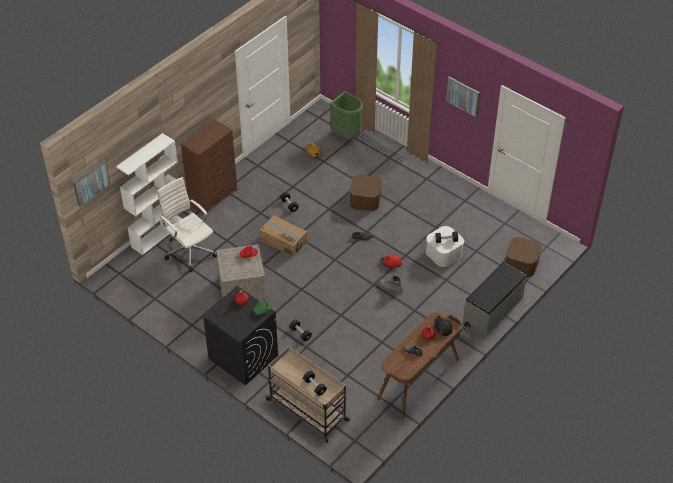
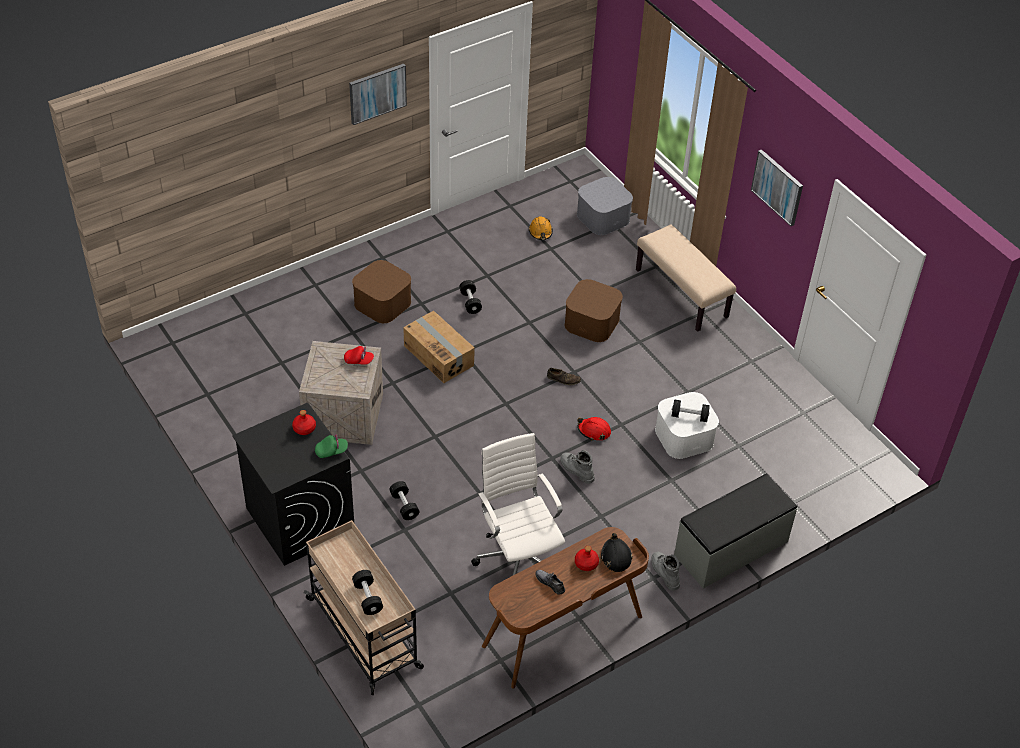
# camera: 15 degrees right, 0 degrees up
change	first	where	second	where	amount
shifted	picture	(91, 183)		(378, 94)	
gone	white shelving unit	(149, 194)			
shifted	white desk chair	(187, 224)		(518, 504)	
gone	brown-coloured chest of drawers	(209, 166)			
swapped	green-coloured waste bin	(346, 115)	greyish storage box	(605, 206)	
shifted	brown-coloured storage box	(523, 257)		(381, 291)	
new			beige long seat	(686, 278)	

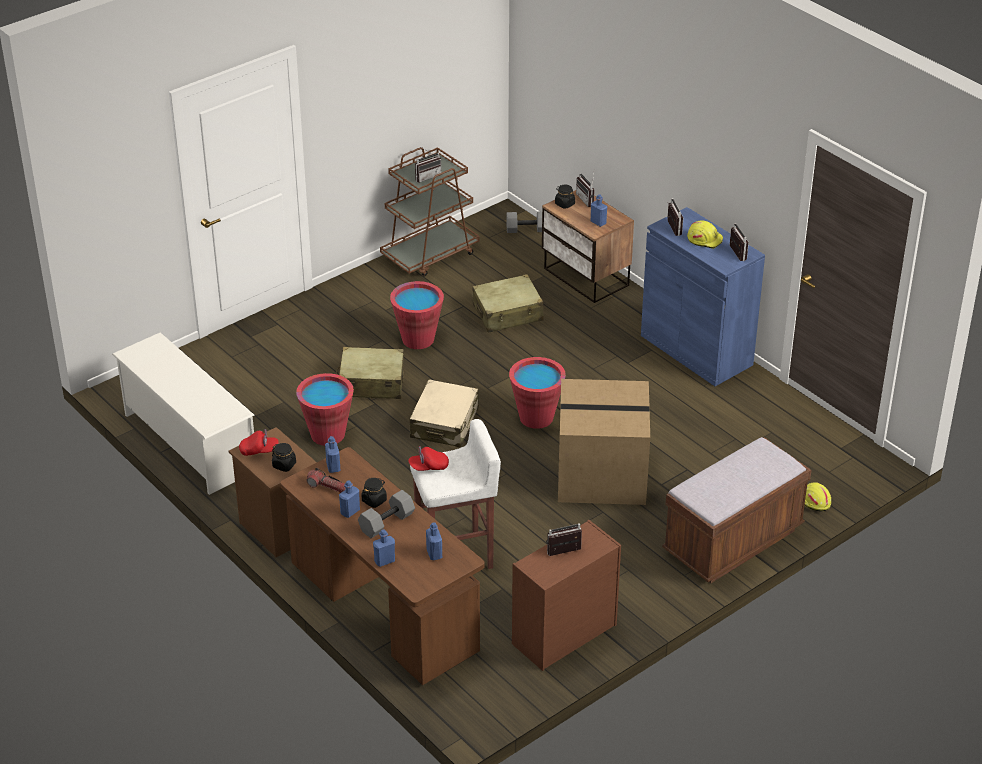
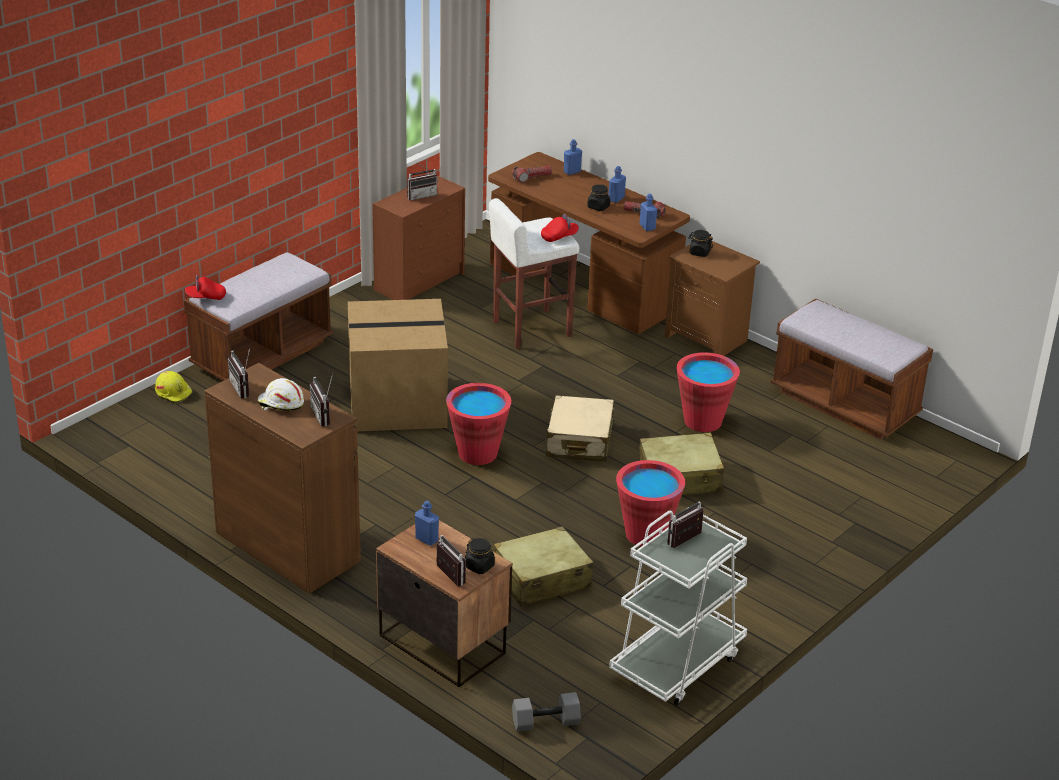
# camera: 170 degrees right, 5 degrees down
change	first	where	second	where	amount
swapped	white shoe rack	(183, 413)	brown-coloured long seat	(852, 369)	
shifted	red peaked cap	(259, 442)		(205, 287)	
gone	greyish hand weight	(386, 514)			
repainted	brown-coloured wheeled cart	(430, 211)	white wheeled cart	(678, 606)	
swapped	blue-coloured drink bottle	(434, 541)	torch	(532, 174)	
repainted	blue-coloured cabinet	(703, 296)	brown-coloured cabinet	(283, 478)	
repainted	yellow-coloured hard hat	(705, 234)	white hard hat	(280, 394)	

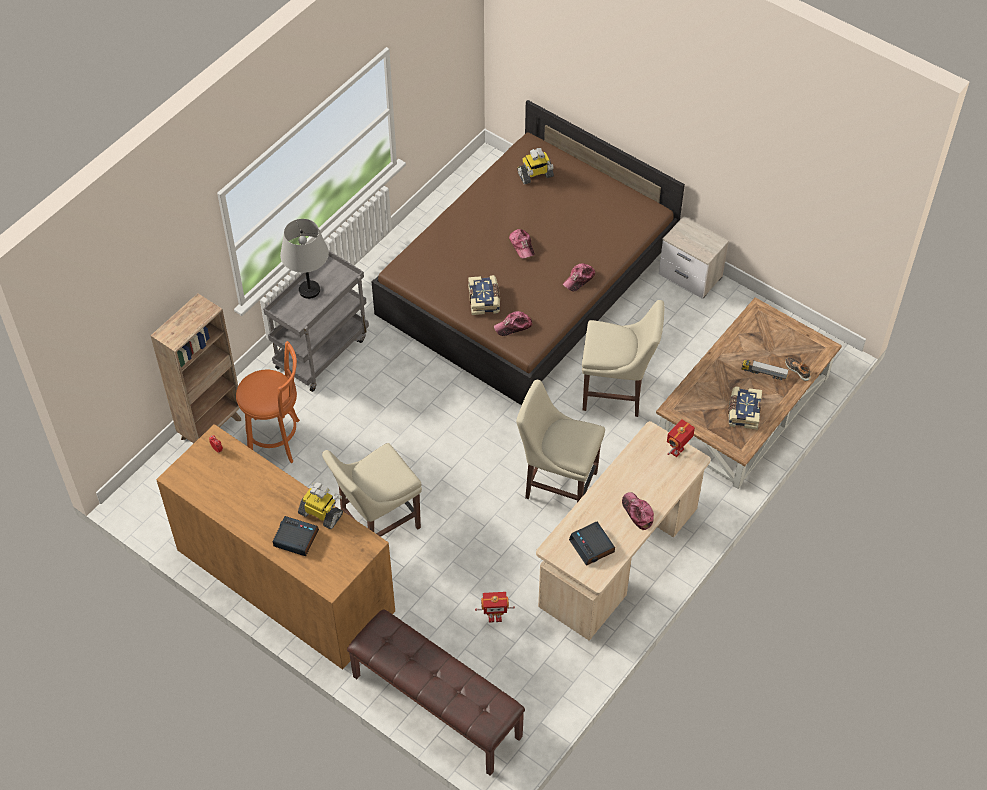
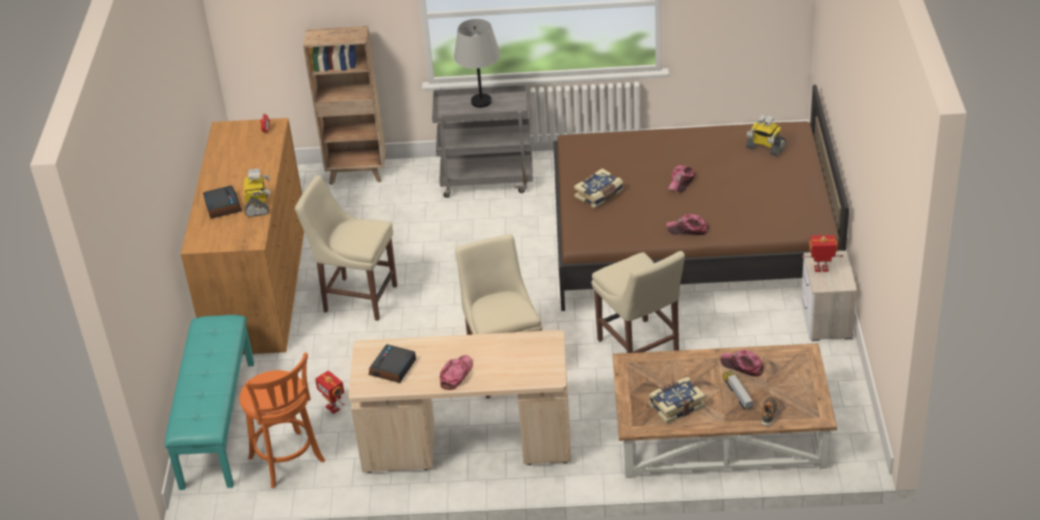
# camera: 55 degrees right, 15 degrees down
change	first	where	second	where	amount
shifted	orange-coloured sitting stool	(268, 402)		(282, 420)	
repainted	brown-coloured long seat	(436, 692)	blue-green long seat	(209, 402)	
shifted	peaked cap	(513, 323)		(742, 363)	
shifted	toy robot	(681, 438)		(822, 253)	

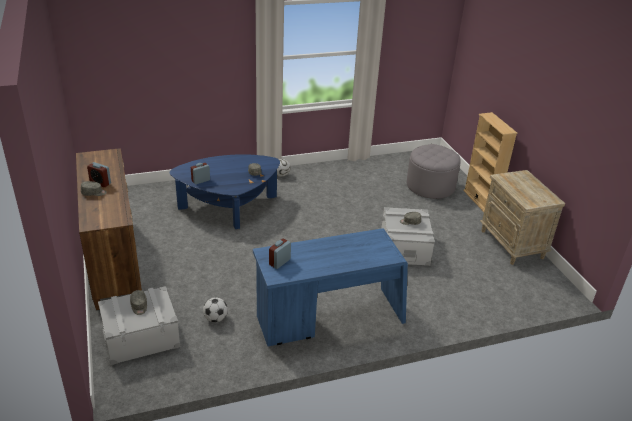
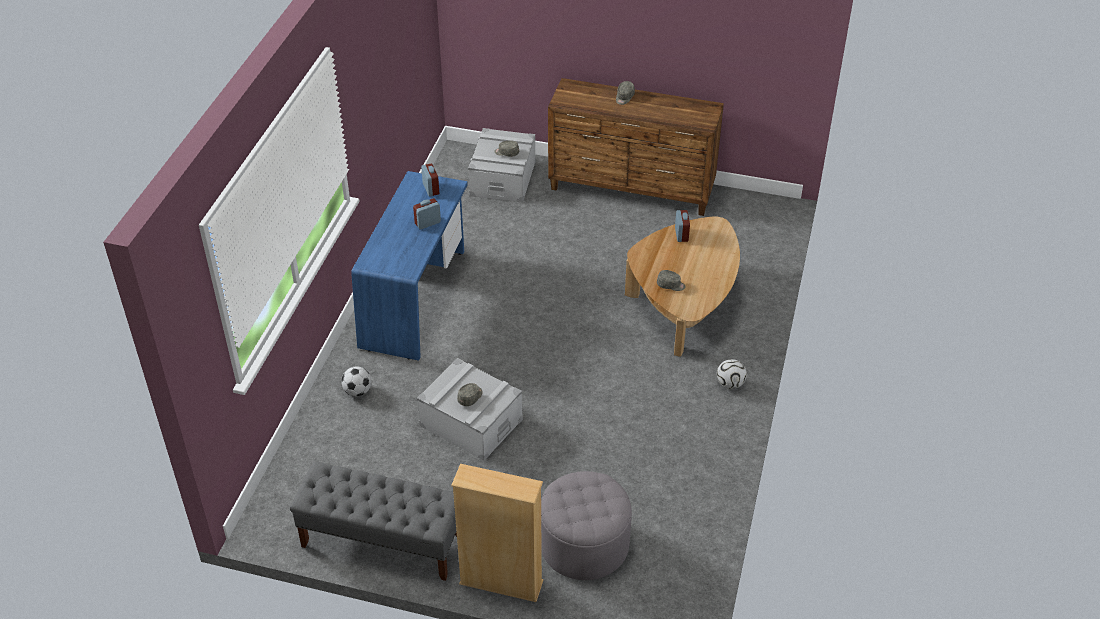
# camera: 125 degrees right, 10 degrees up
change	first	where	second	where	amount
shifted	alarm clock	(99, 174)		(427, 213)	
repainted	blue-coloured coffee table	(225, 191)	brown-coloured coffee table	(682, 287)	
shifted	football ball	(215, 310)		(356, 381)	
swapped	beige night table	(522, 217)	greyish long seat	(373, 521)	

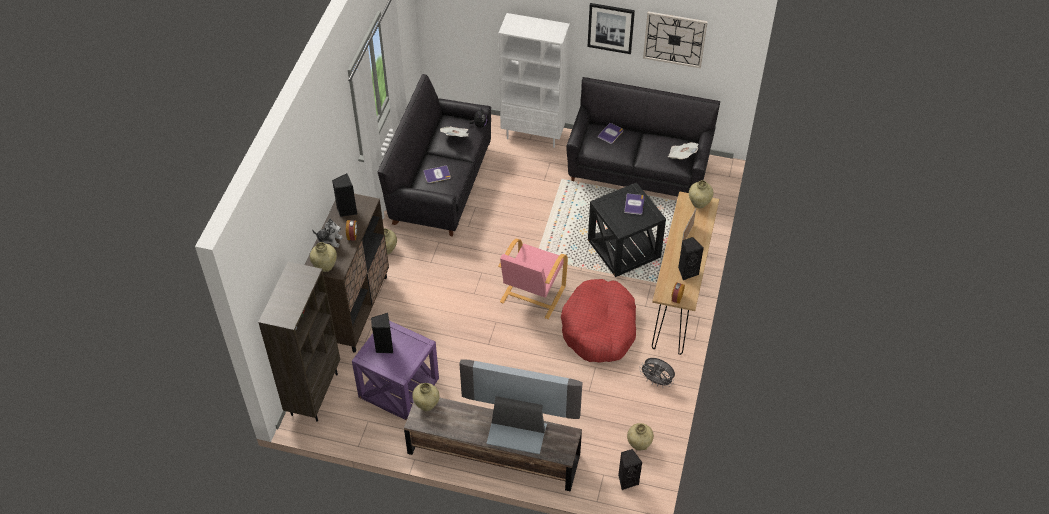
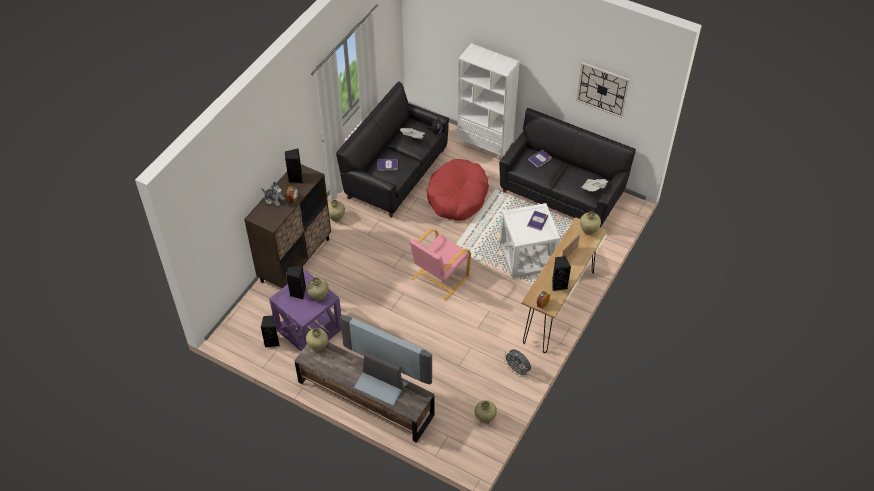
# camera: 15 degrees right, 0 degrees up
change	first	where	second	where	amount
gone	brown-coloured shelving unit	(299, 342)			
shifted	beige flower vase	(323, 257)		(318, 289)	
shifted	red dog cushion	(598, 321)		(457, 190)	
gone	picture	(611, 28)			
repainted	blackish side table	(627, 229)	white side table	(530, 240)	
shifted	blackish speaker	(630, 469)		(270, 331)	

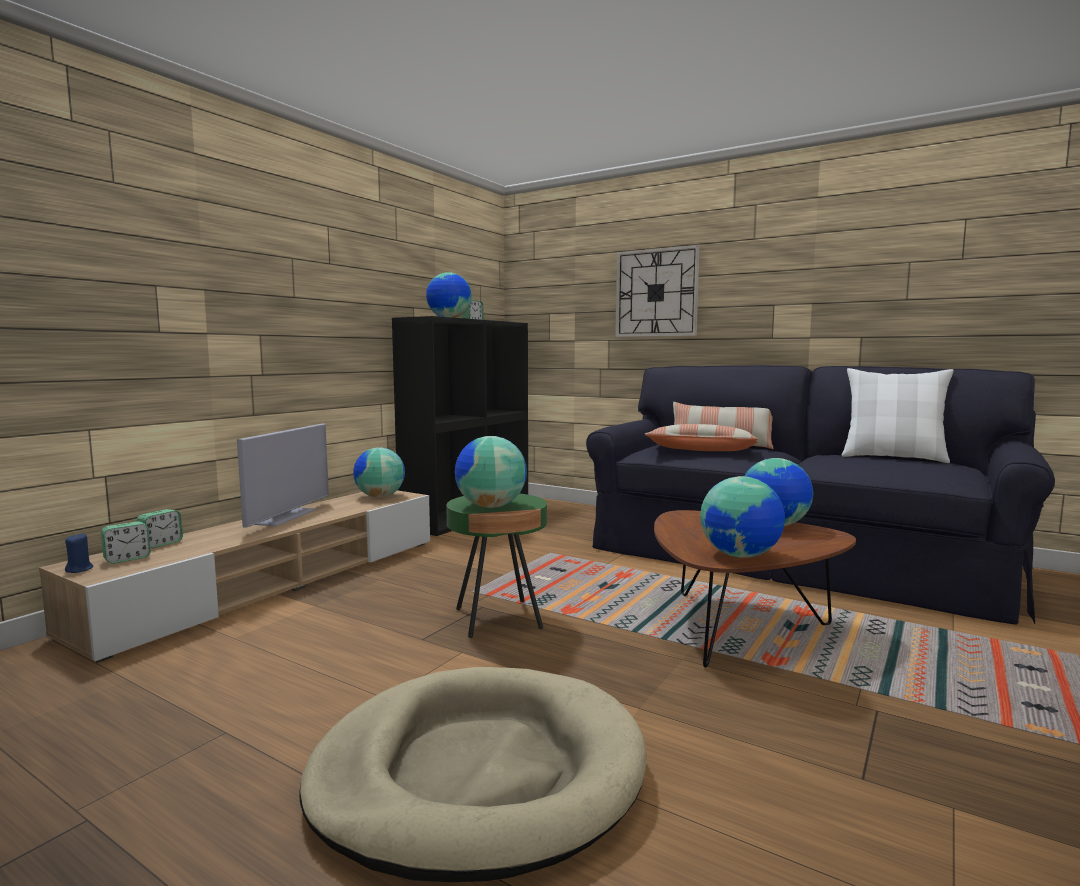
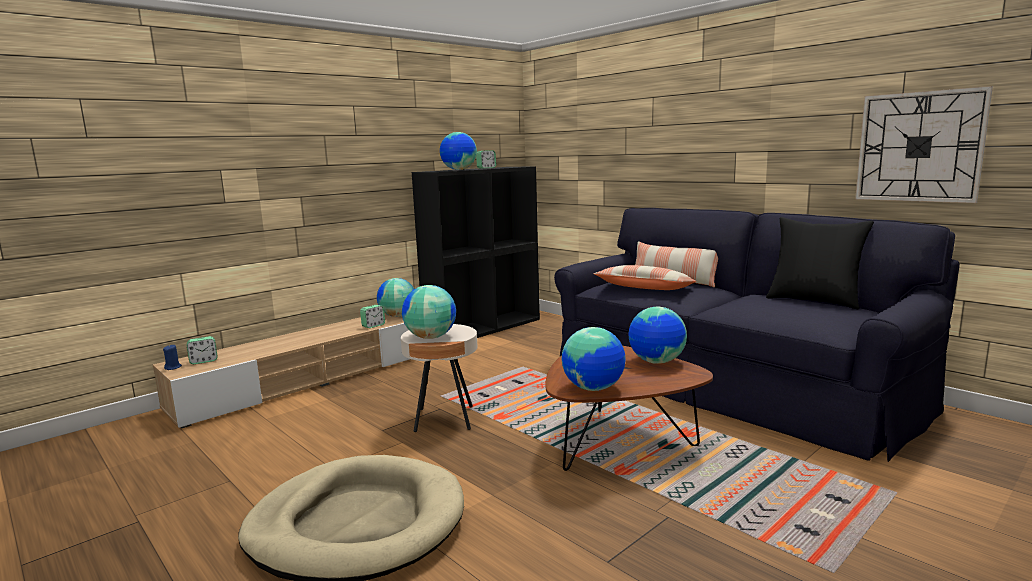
# camera: 15 degrees right, 5 degrees up
change	first	where	second	where	amount
shifted	alarm clock	(160, 528)		(372, 316)	
gone	TV	(283, 476)			
repainted	green-coloured side table	(496, 566)	beige side table	(439, 378)	
shifted	clock on the wall	(657, 291)		(924, 144)	
repainted	white throw pillow	(897, 415)	blackish throw pillow	(820, 263)	

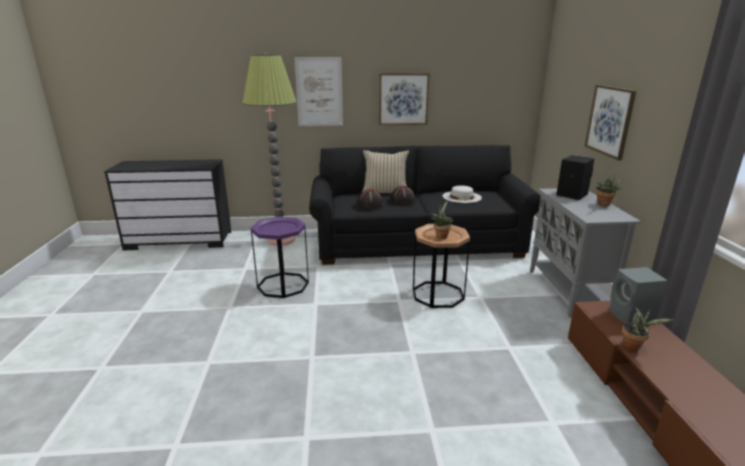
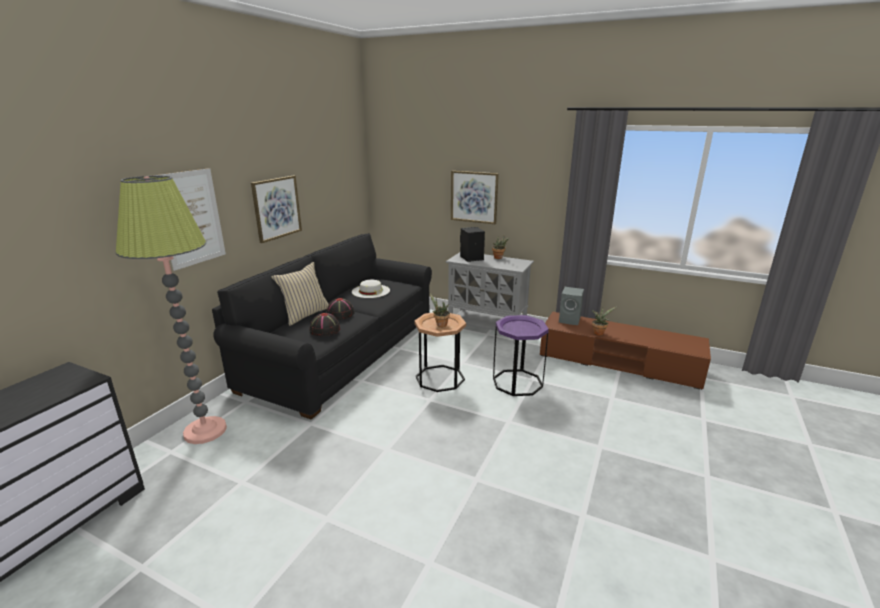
# camera: 60 degrees left, 0 degrees up
change	first	where	second	where	amount
shifted	purple-coloured side table	(280, 257)		(521, 355)	

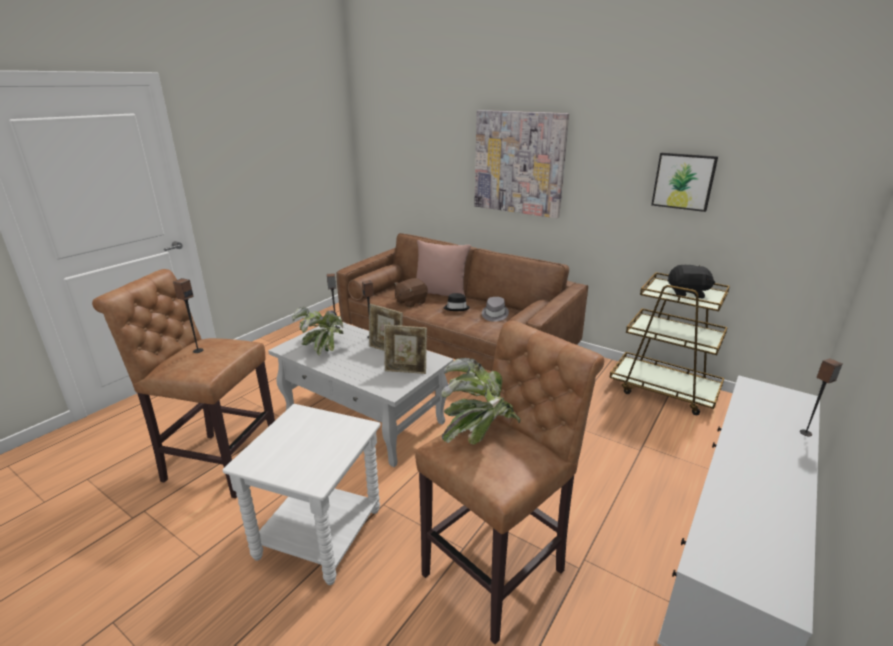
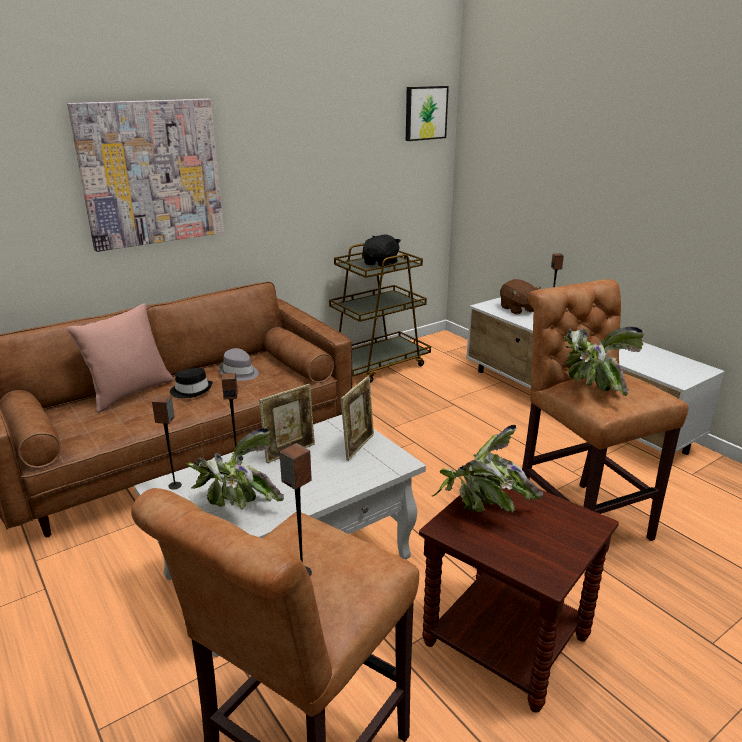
# camera: 70 degrees left, 0 degrees up
change	first	where	second	where	amount
repainted	white side table	(302, 494)	brown-coloured side table	(519, 600)	
shifted	brown-coloured soft toy	(411, 293)		(520, 296)	
shifted	picture	(684, 182)		(427, 113)	
new			potted plant	(487, 468)	

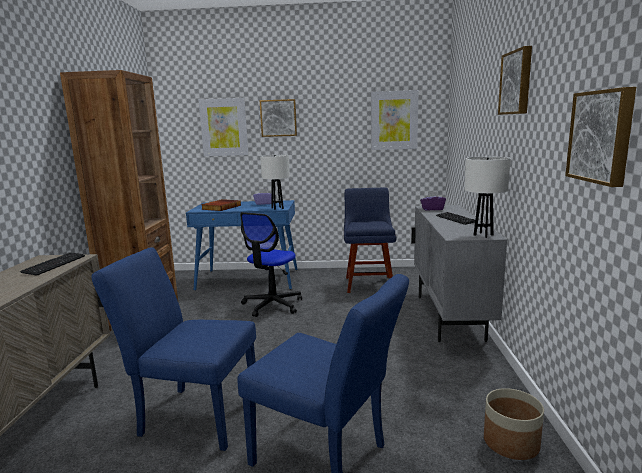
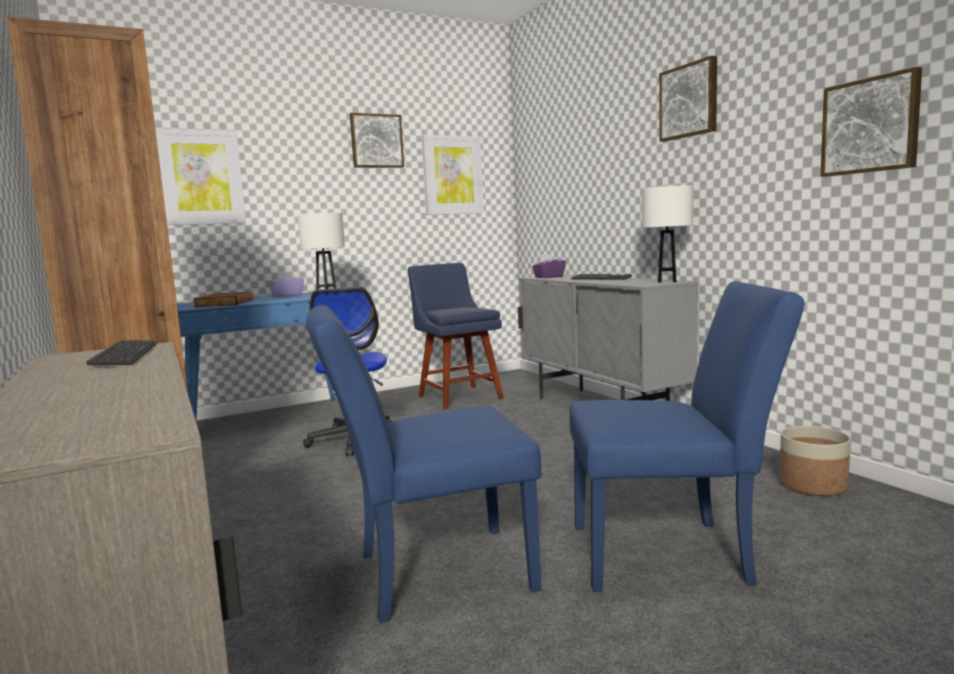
# camera: 30 degrees left, 5 degrees down
change	first	where	second	where	amount
shifted	picture	(278, 118)		(377, 140)	

